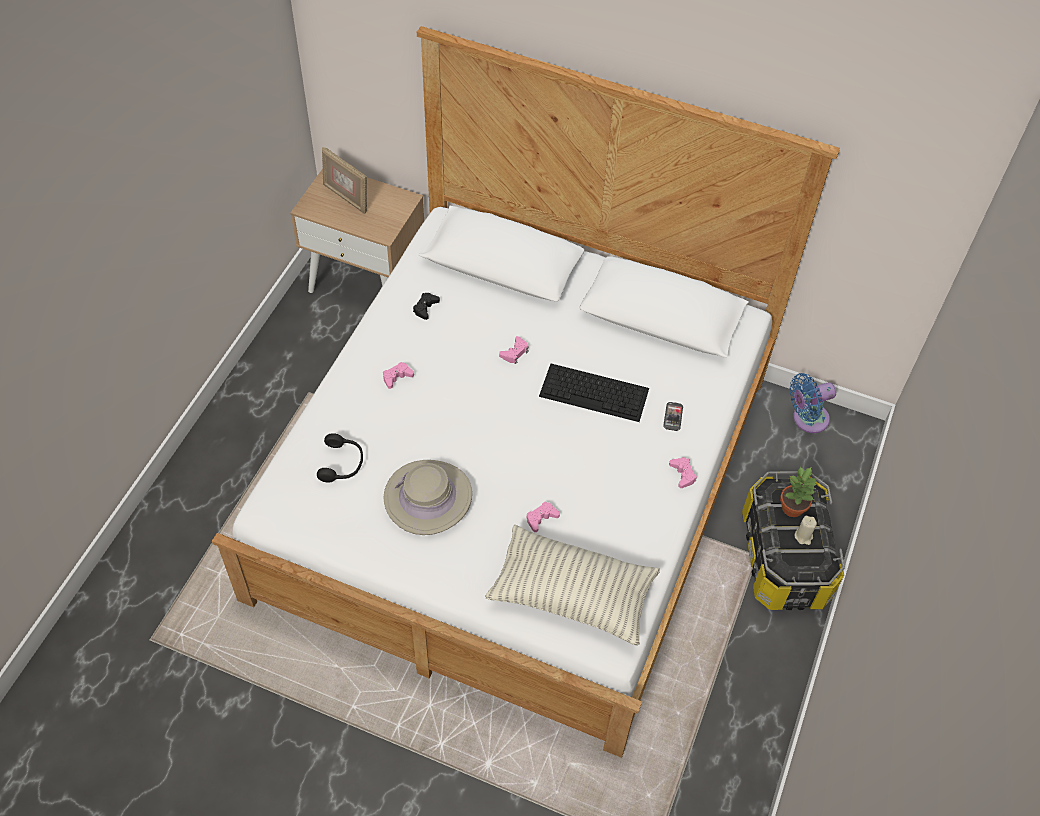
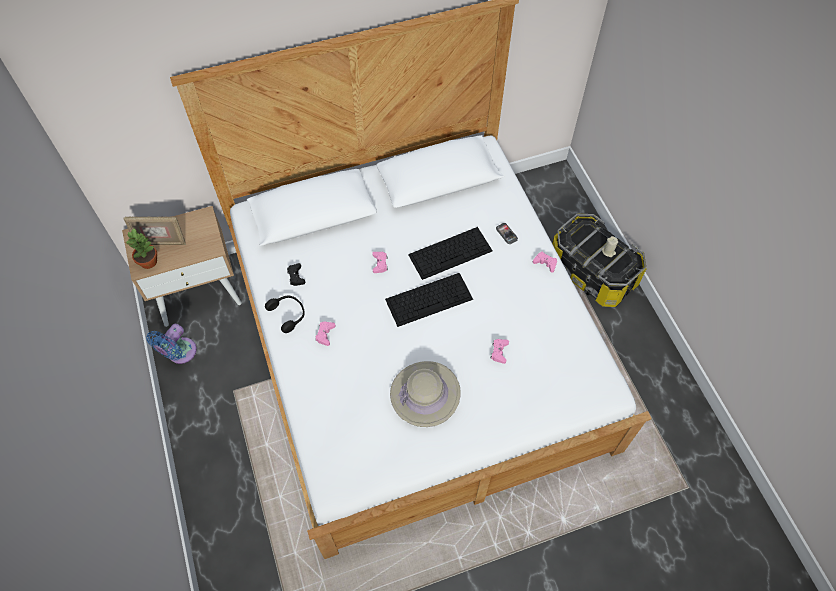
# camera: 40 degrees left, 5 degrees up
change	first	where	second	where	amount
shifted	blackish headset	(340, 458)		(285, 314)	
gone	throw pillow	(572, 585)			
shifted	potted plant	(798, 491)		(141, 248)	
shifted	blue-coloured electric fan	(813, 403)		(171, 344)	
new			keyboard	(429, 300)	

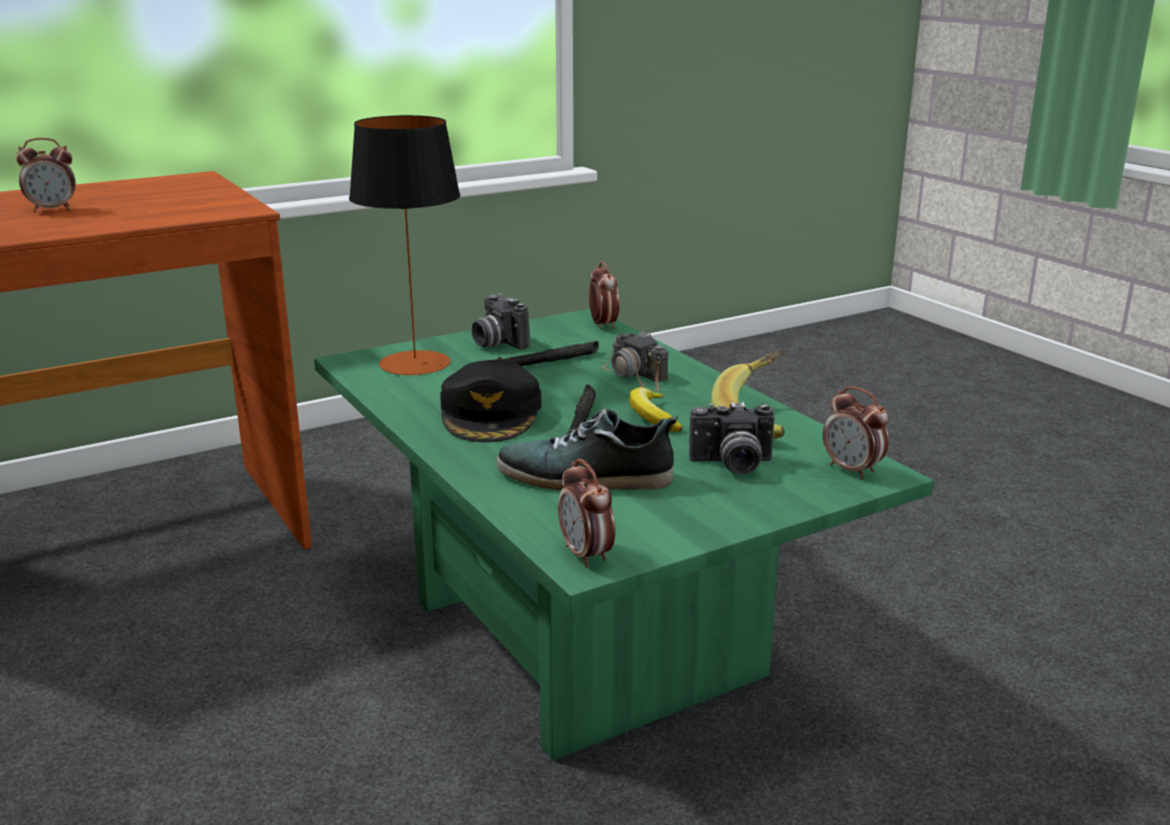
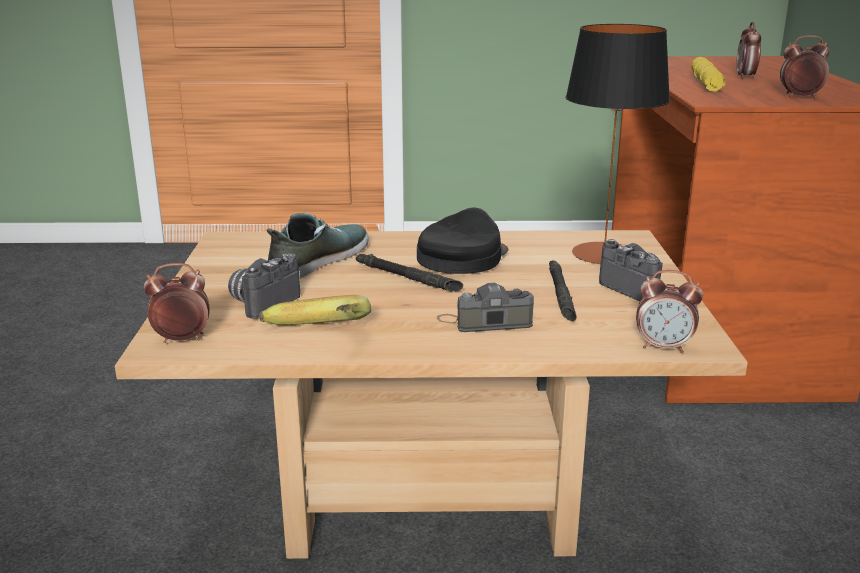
# camera: 120 degrees right, 0 degrees up
change	first	where	second	where	amount
repainted	green-coloured coffee table	(624, 535)	beige coffee table	(431, 394)	
rotated	blackish peaked cap	(490, 401)		(462, 240)	90 degrees clockwise
rotated	photo camera	(501, 321)		(631, 270)	60 degrees clockwise
shifted	alarm clock	(586, 513)		(805, 66)	
gone	banana	(656, 409)			
new			yellow-coloured torch	(708, 74)	

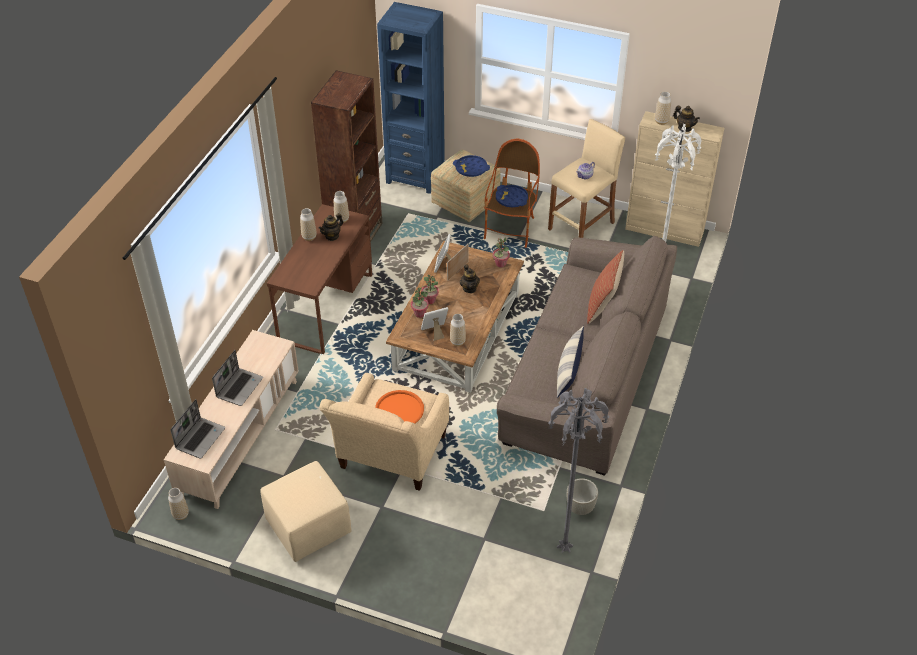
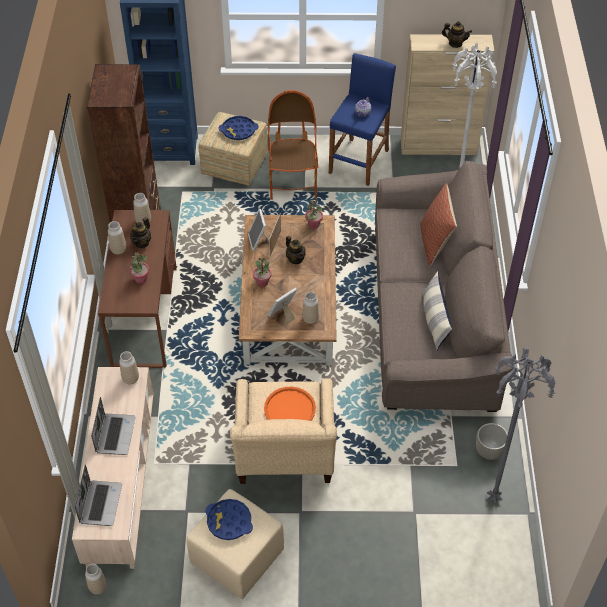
# camera: 20 degrees left, 5 degrees up
change	first	where	second	where	amount
shifted	potted plant	(420, 303)		(139, 268)	
shifted	blue-coloured tray	(512, 196)		(229, 519)	
repainted	beige sitting stool	(586, 178)	blue-coloured sitting stool	(362, 119)	
shifted	flower vase	(663, 108)		(129, 367)	

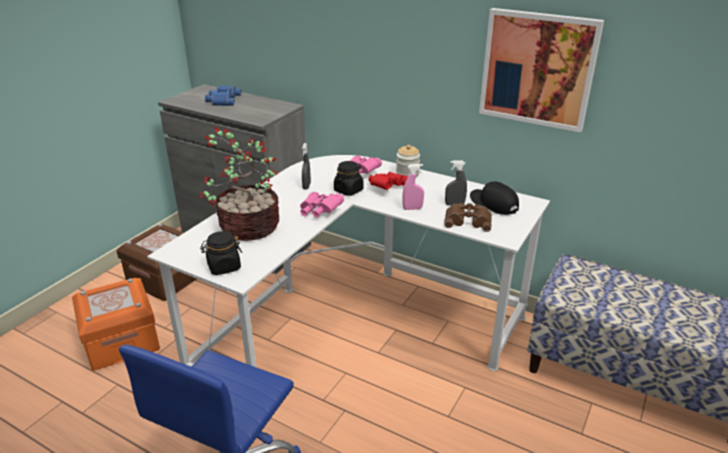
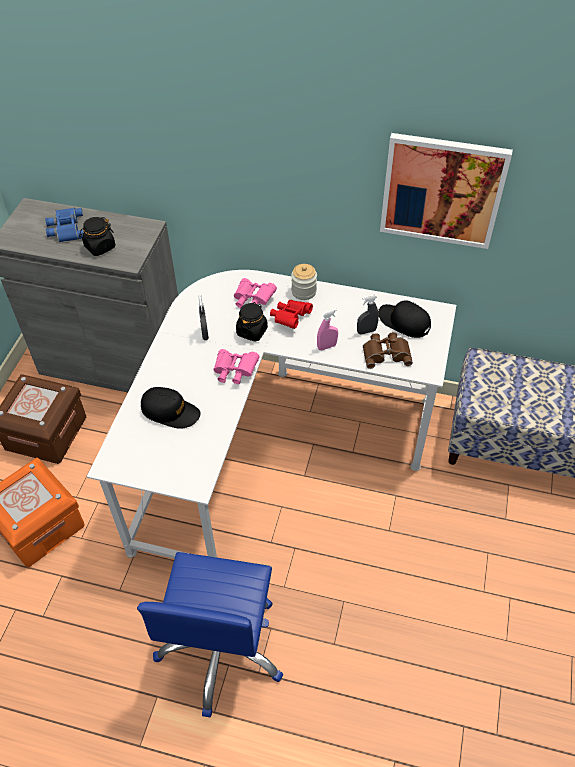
# camera: 15 degrees left, 20 degrees up
change	first	where	second	where	amount
swapped	potted plant	(239, 184)	blackish peaked cap	(171, 408)	
shifted	blackish jar	(221, 253)		(97, 236)	

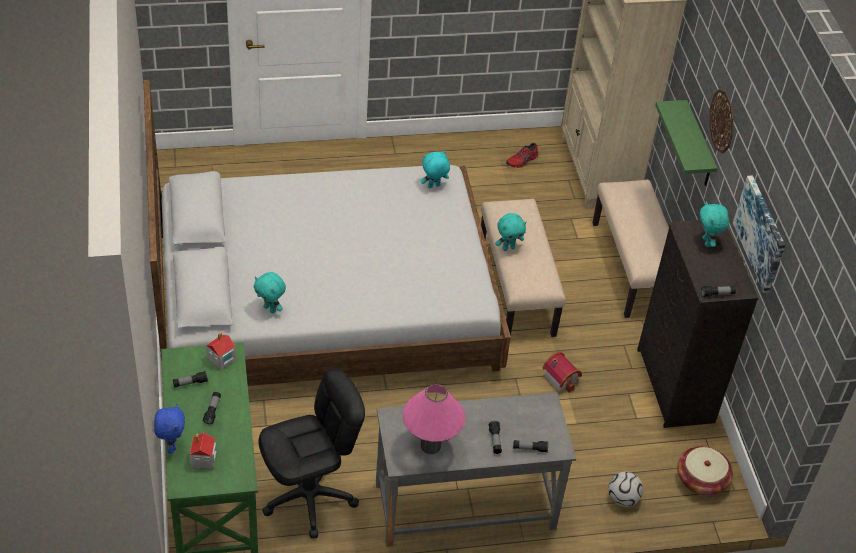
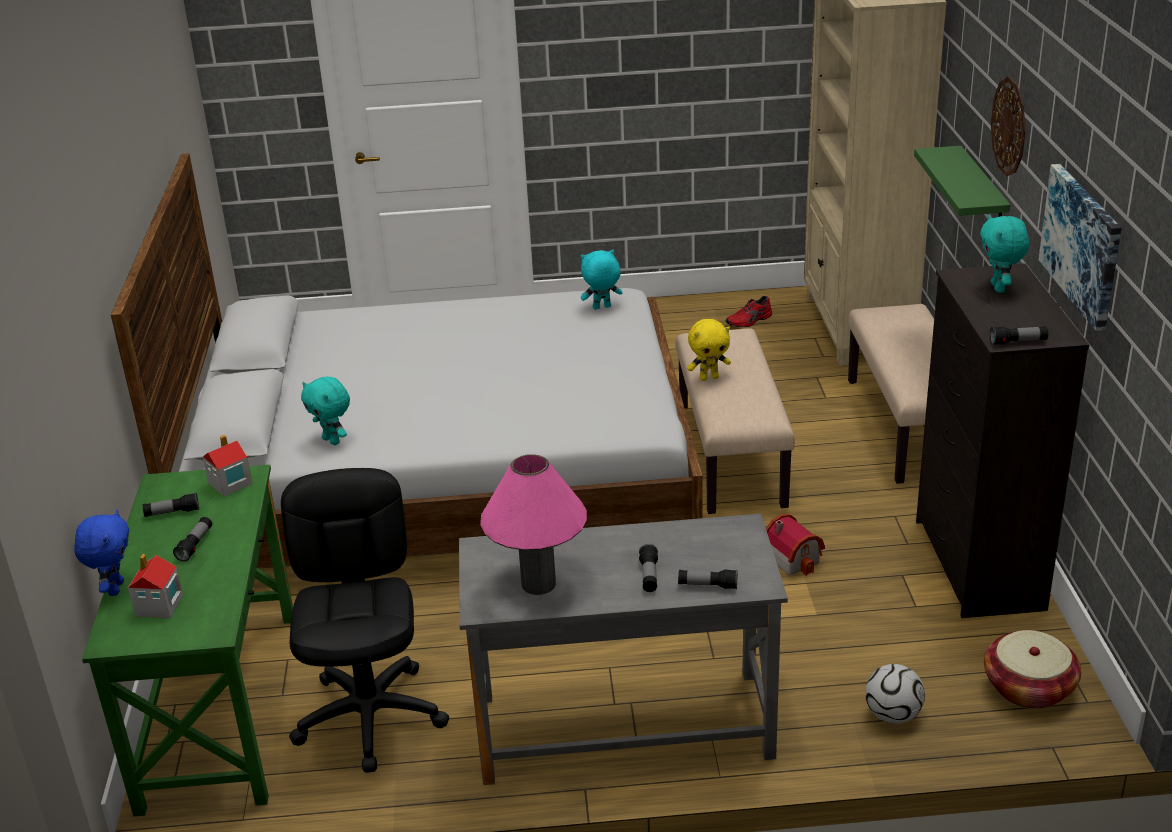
# camera: 10 degrees right, 15 degrees down
change	first	where	second	where	amount
rotated	blackish desk chair	(311, 453)		(365, 620)	75 degrees counterclockwise
repainted	blue-green soft toy	(511, 232)	yellow-coloured soft toy	(709, 350)	

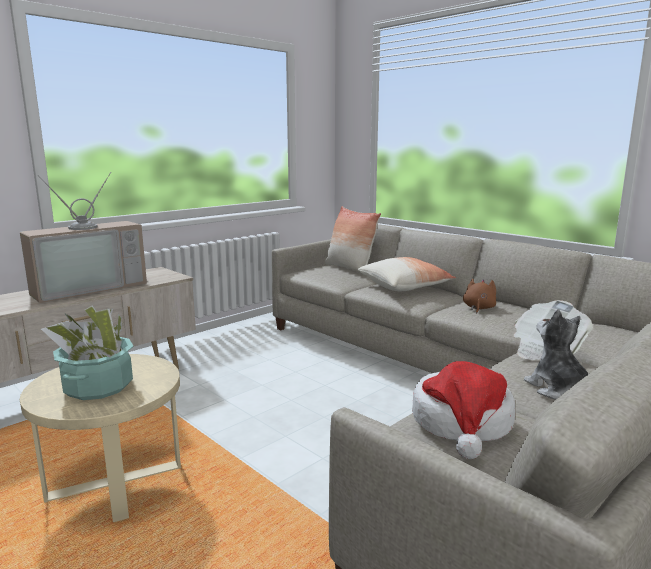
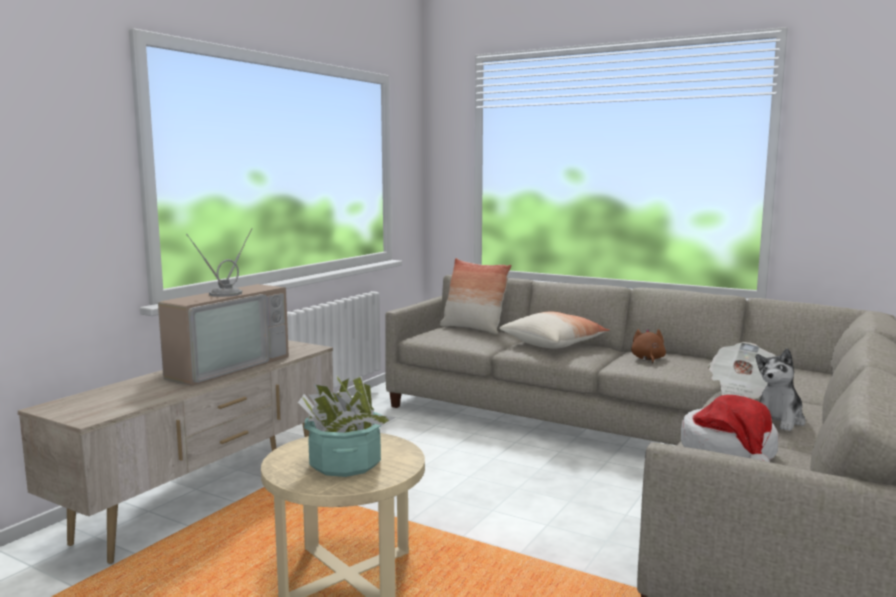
# camera: 15 degrees left, 5 degrees down
change	first	where	second	where	amount
rotated	soft toy	(556, 354)		(781, 389)	105 degrees counterclockwise

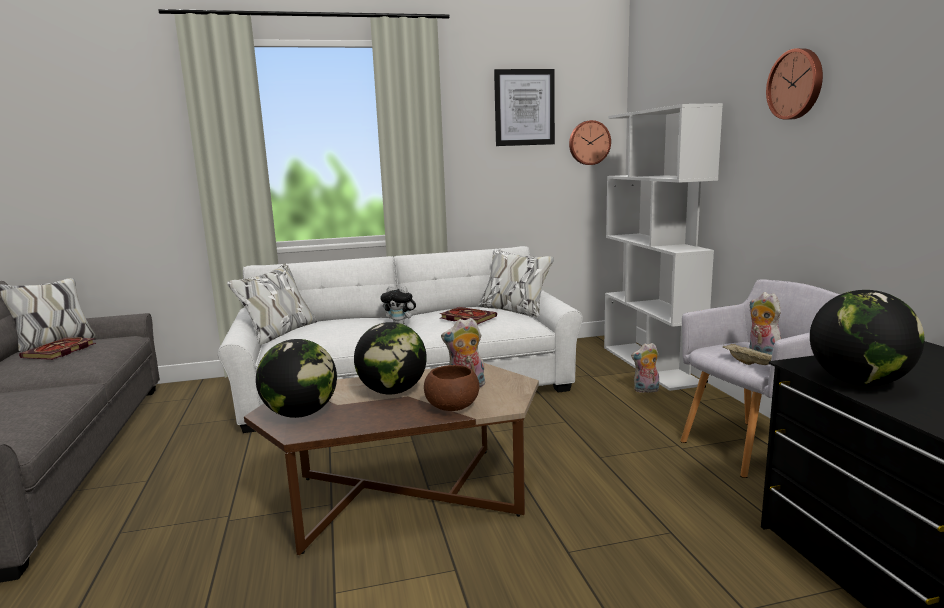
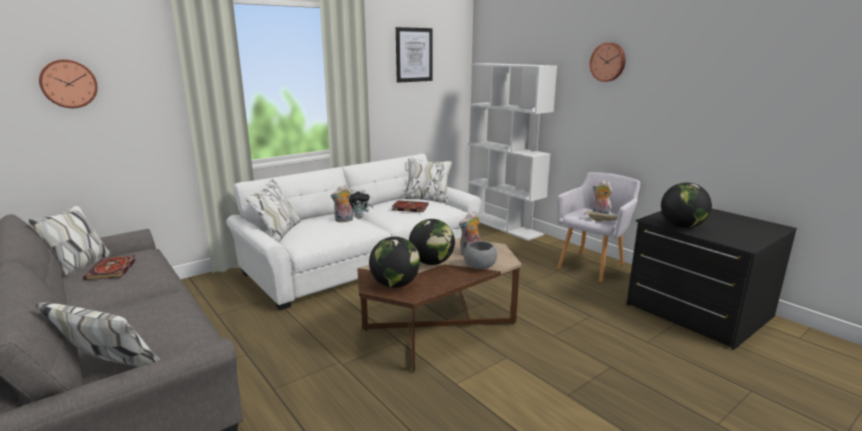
# camera: 25 degrees left, 5 degrees up
change	first	where	second	where	amount
repainted	brown-coloured deep dish	(451, 388)	greyish deep dish	(480, 255)	
shifted	clock on the wall	(590, 142)		(68, 83)	
shifted	soft toy	(645, 368)		(341, 204)	

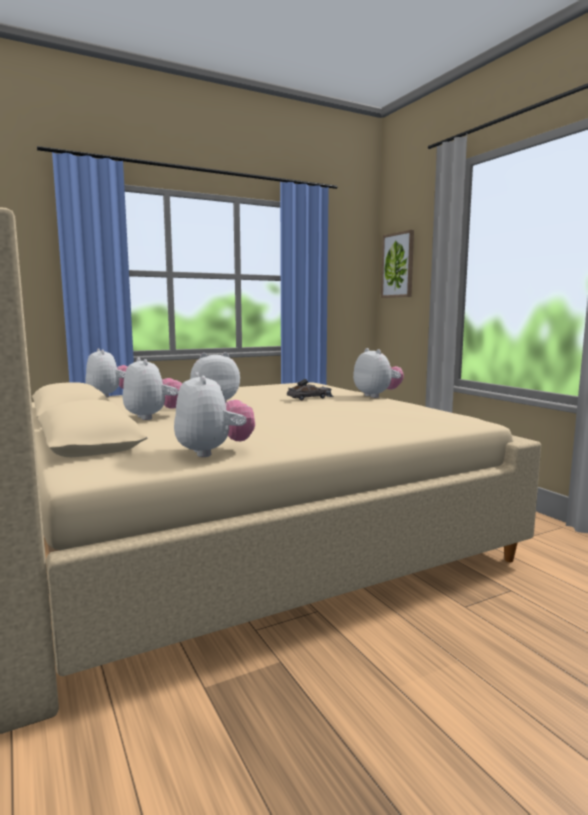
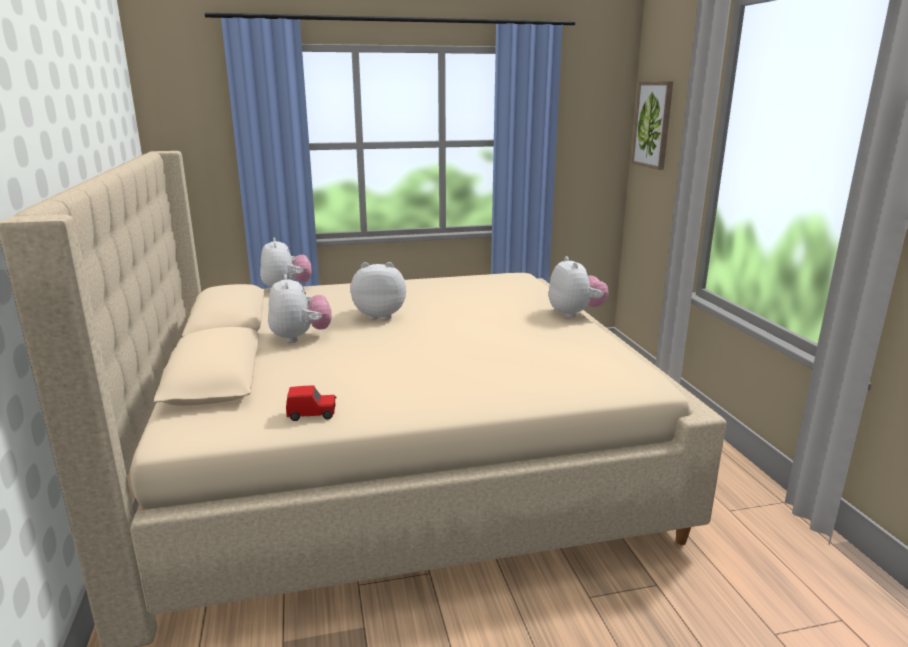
# camera: 15 degrees right, 10 degrees up
change	first	where	second	where	amount
swapped	soft toy	(214, 414)	red model car	(311, 403)	
gone	greyish model car	(310, 389)			

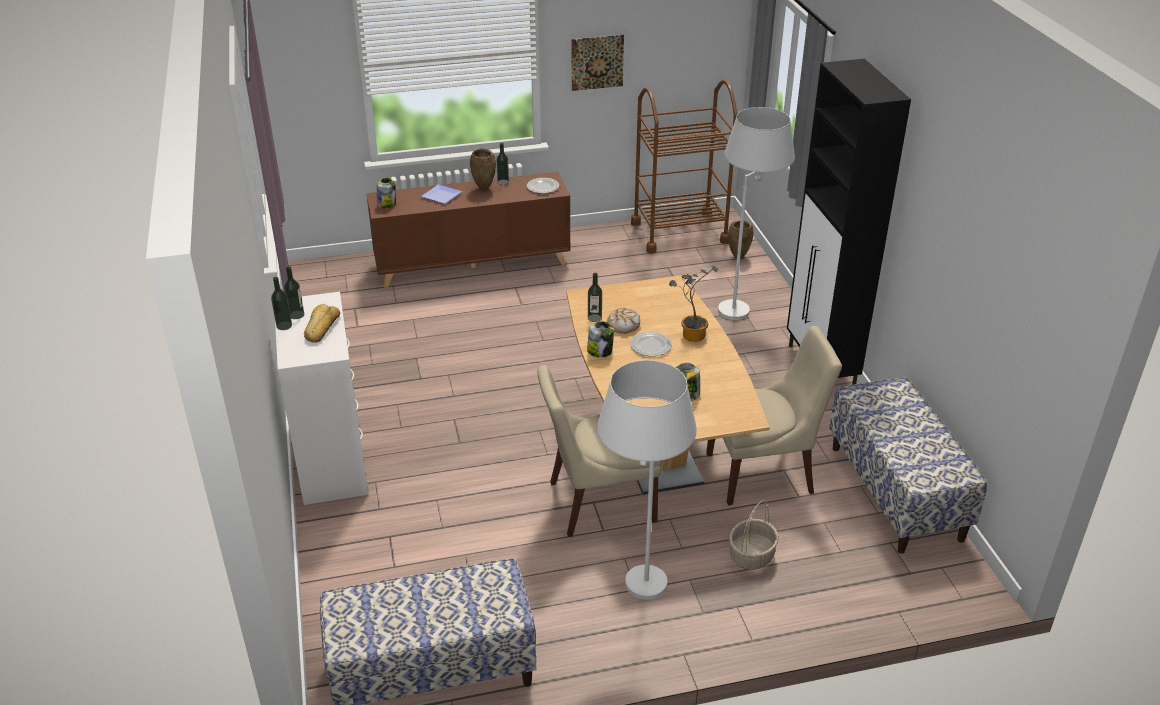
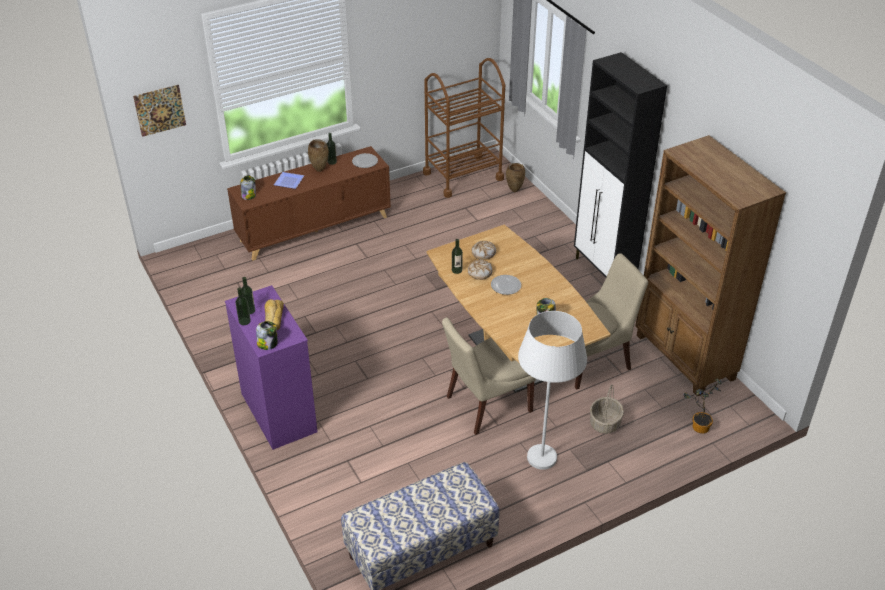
# camera: 15 degrees left, 5 degrees up
change	first	where	second	where	amount
repainted	white chest of drawers	(321, 398)	purple-coloured chest of drawers	(271, 367)	
shifted	picture	(598, 63)		(159, 111)	
shifted	jar	(600, 339)		(267, 335)	
shifted	potted plant	(693, 304)		(703, 406)	
gone	white floor lamp	(756, 213)			
swapped	long seat	(908, 465)	brown-coloured shelving unit	(710, 265)	
new			bakery bread	(484, 250)	

